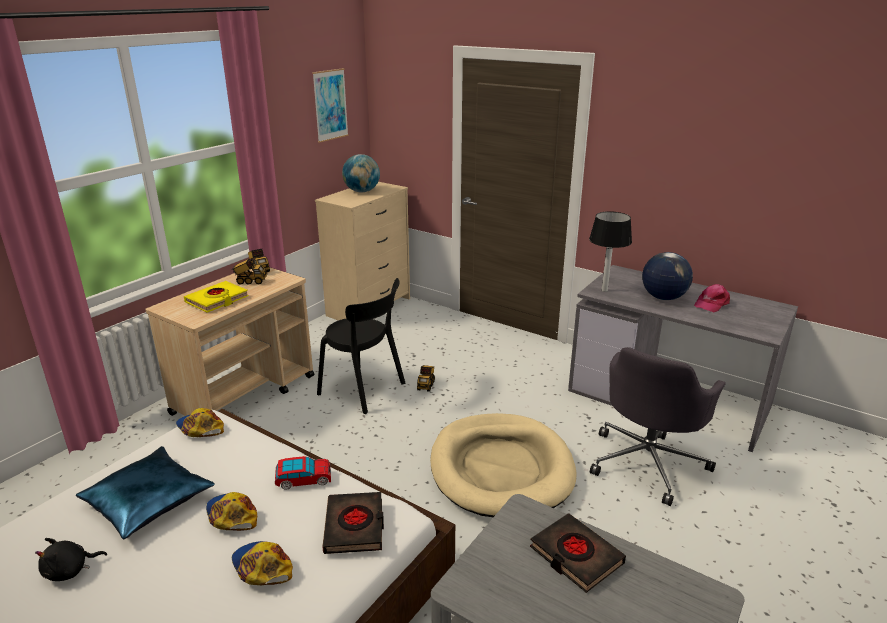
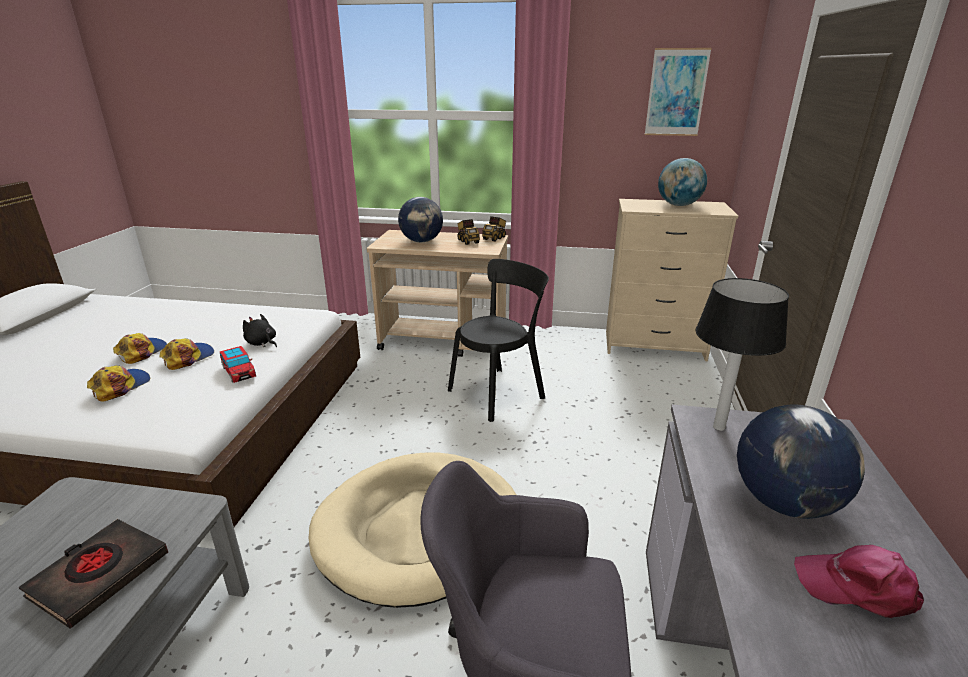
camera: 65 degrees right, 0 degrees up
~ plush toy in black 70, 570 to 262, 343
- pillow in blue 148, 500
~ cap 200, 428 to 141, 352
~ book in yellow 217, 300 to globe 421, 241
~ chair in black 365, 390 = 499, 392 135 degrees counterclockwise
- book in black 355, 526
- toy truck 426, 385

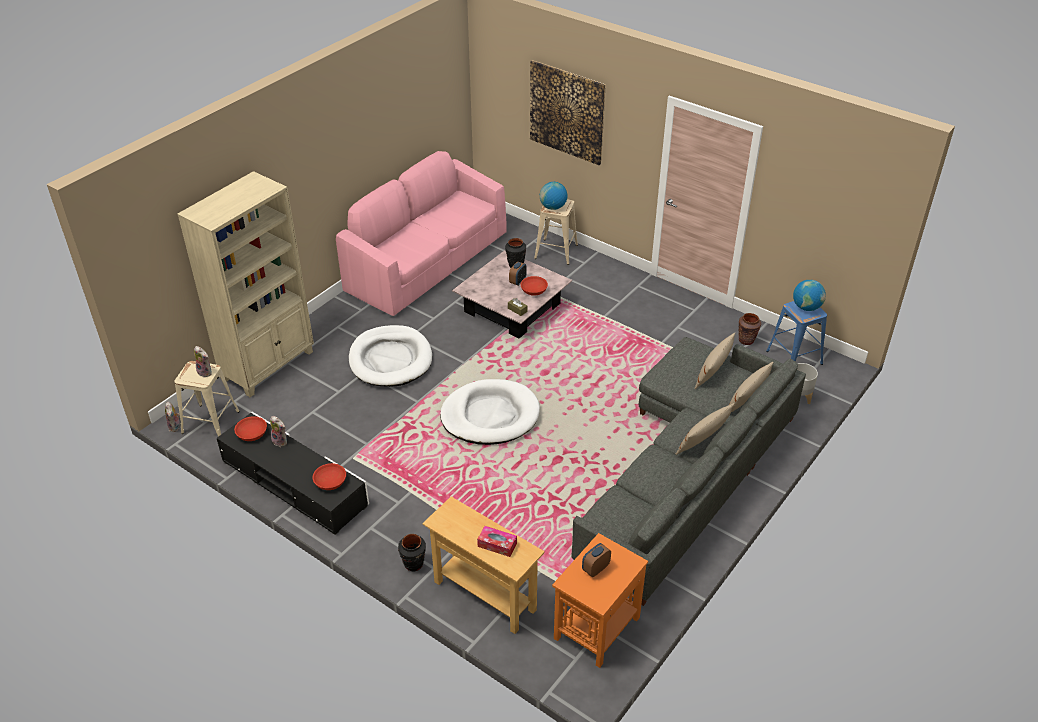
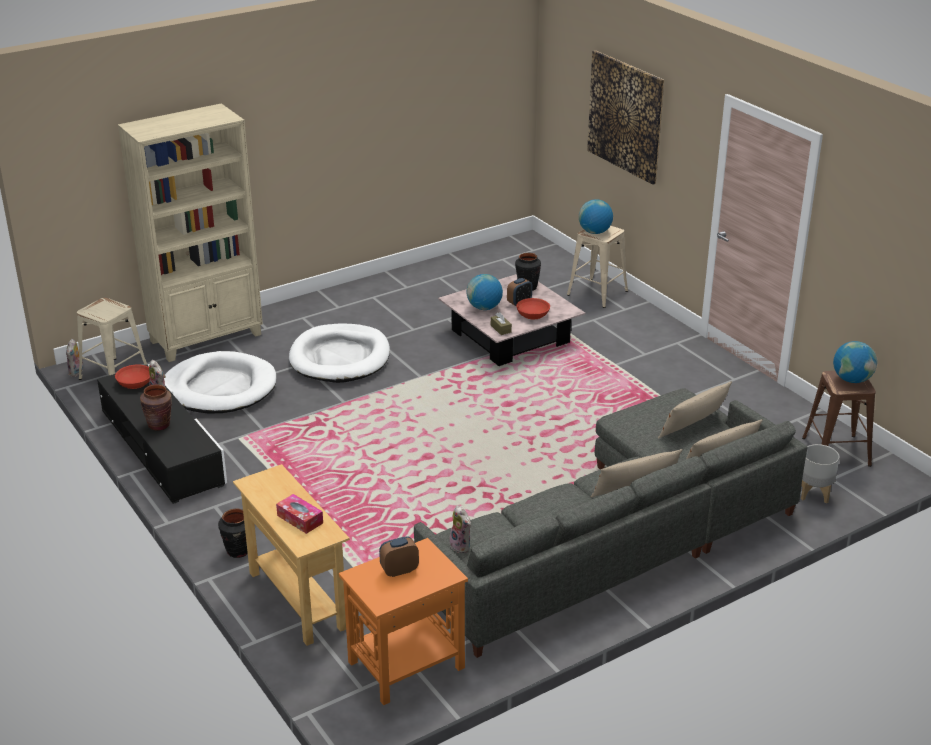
camera: 20 degrees right, 10 degrees down
~ plush toy 206, 372 to 462, 546
- bowl in red 330, 481
- sofa in pink 427, 263
~ dog bed in white 490, 416 to 219, 388
~ vase in brown 746, 340 to 159, 425
~ stool in blue 794, 357 to stool in brown 837, 451
+ globe 484, 308

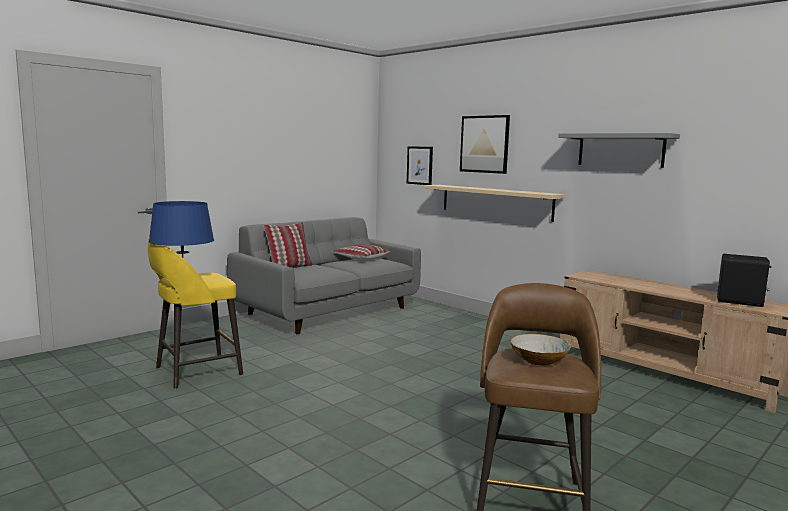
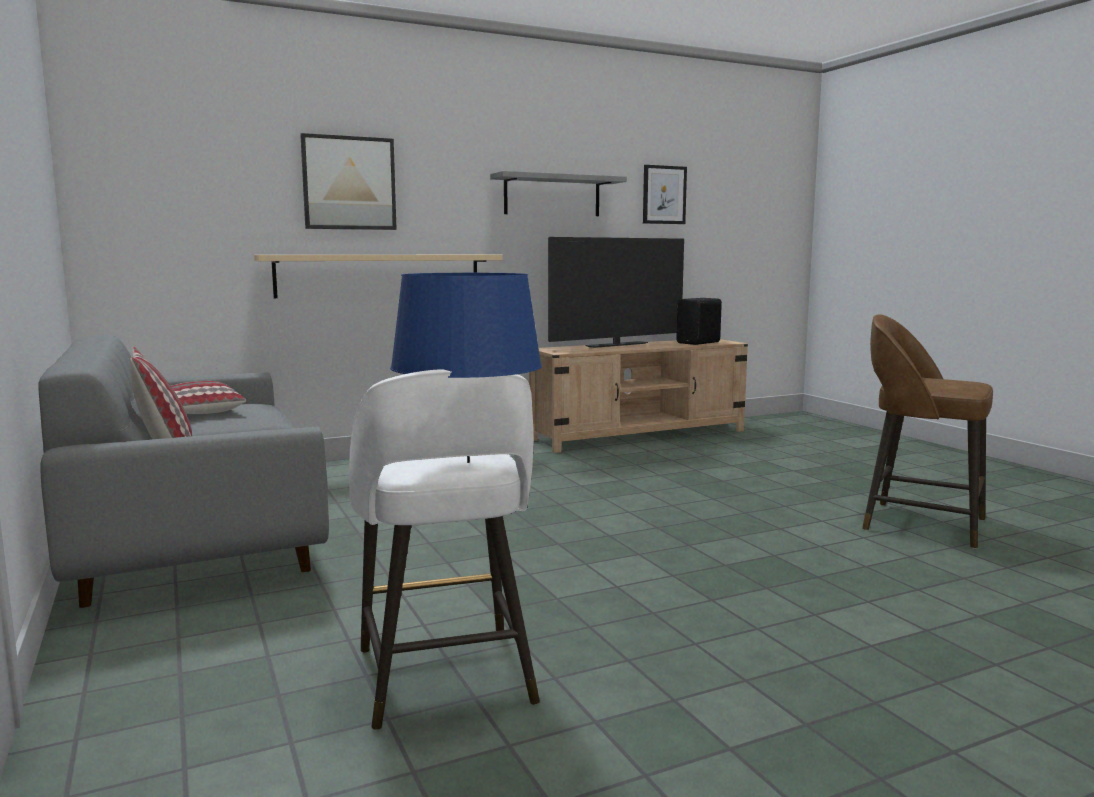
camera: 70 degrees left, 0 degrees up
~ stool in yellow 196, 371 to stool in white 445, 679
~ picture 420, 165 to 664, 195
- bowl 538, 361
+ television 617, 345

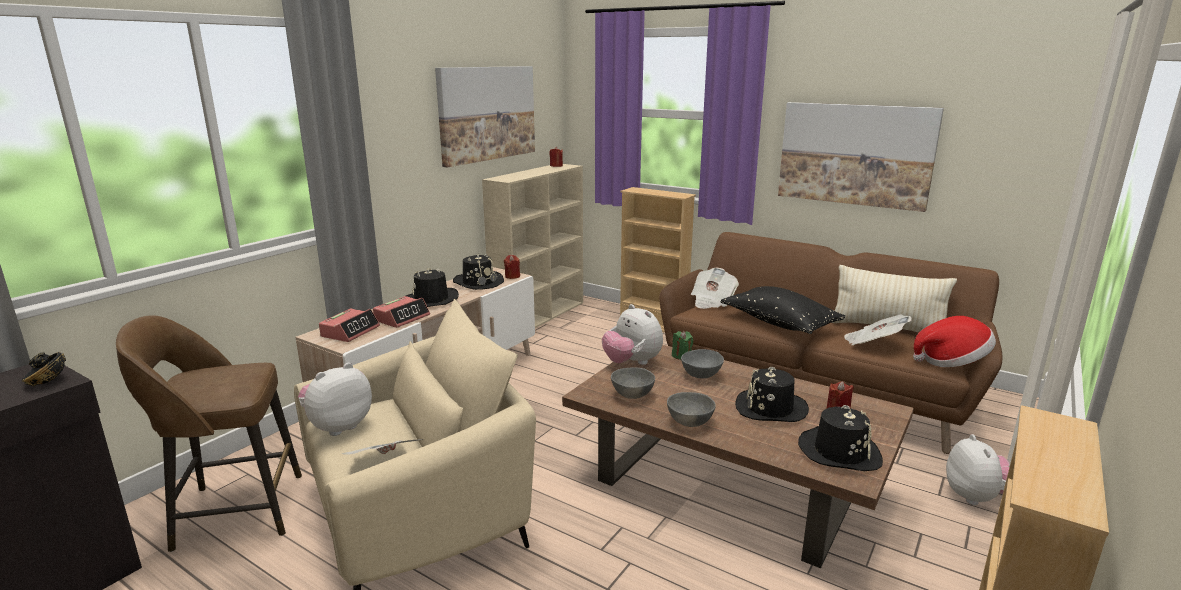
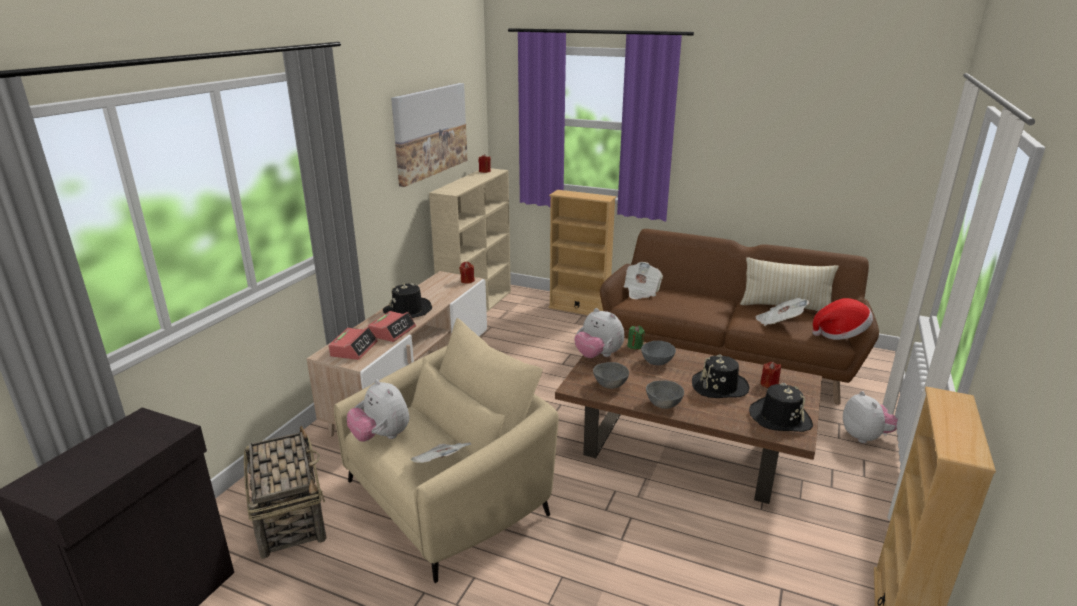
camera: 10 degrees left, 5 degrees up
- bowl in black 45, 378
~ stool in brown 235, 511 to basket 290, 515
~ plush toy 338, 426 = 381, 436 75 degrees counterclockwise
- hat in black 478, 282
- pillow in black 779, 323
- picture 855, 154

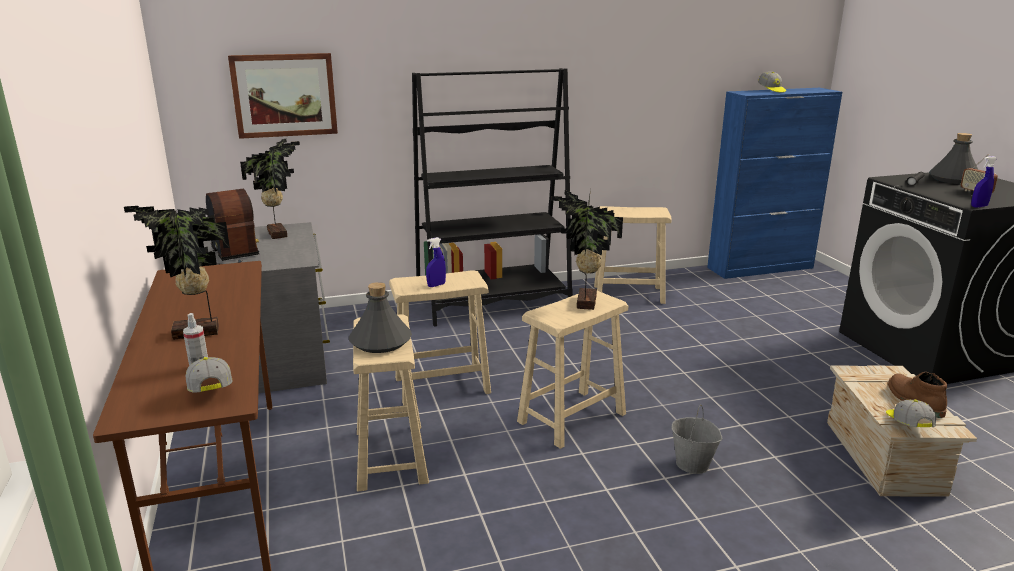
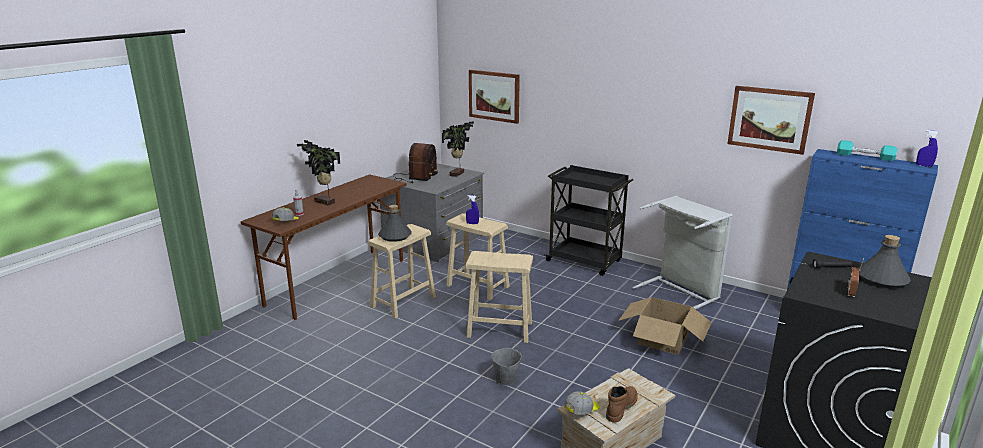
camera: 50 degrees right, 0 degrees up
~ bookcase in black 493, 304 to cart in black 585, 261
- potted plant 584, 302
~ stool in beige 628, 294 to laundry basket in grey 681, 291
~ cap 771, 90 to dumbbell in turquoise 865, 157
~ spray bottle in blue 979, 206 to 924, 165
+ cardboard box 662, 339
+ picture 769, 119

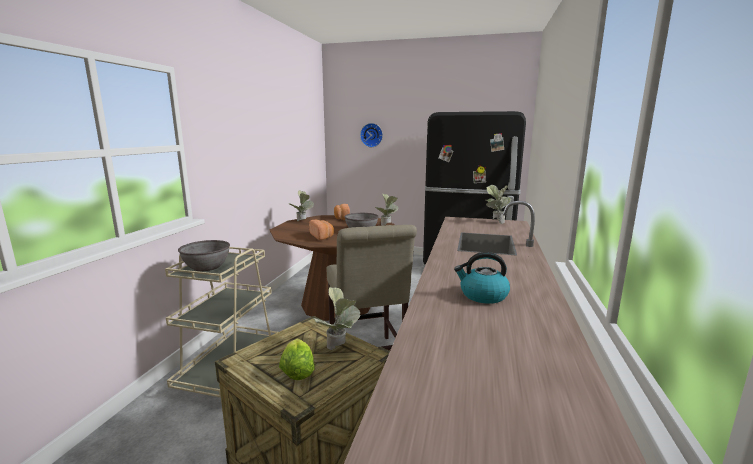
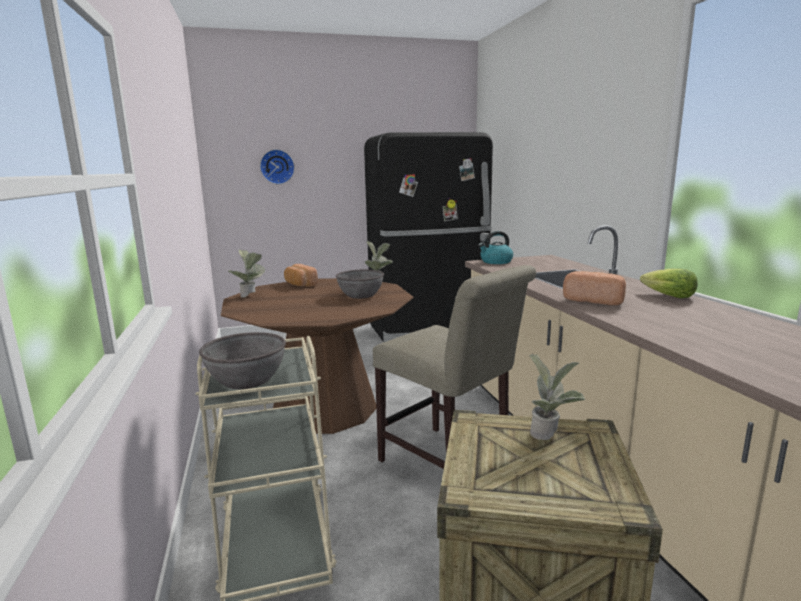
camera: 30 degrees left, 0 degrees up
~ lettuce 297, 370 to 668, 296
~ bread 322, 236 to 594, 300
~ kettle 482, 295 to 495, 262
- potted plant 495, 222

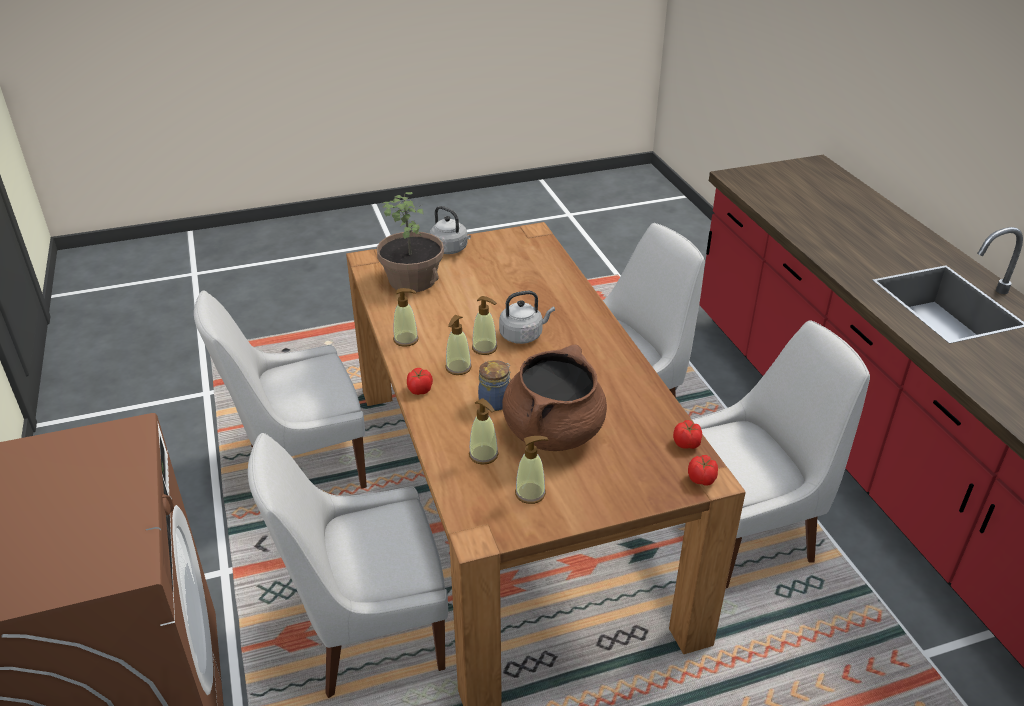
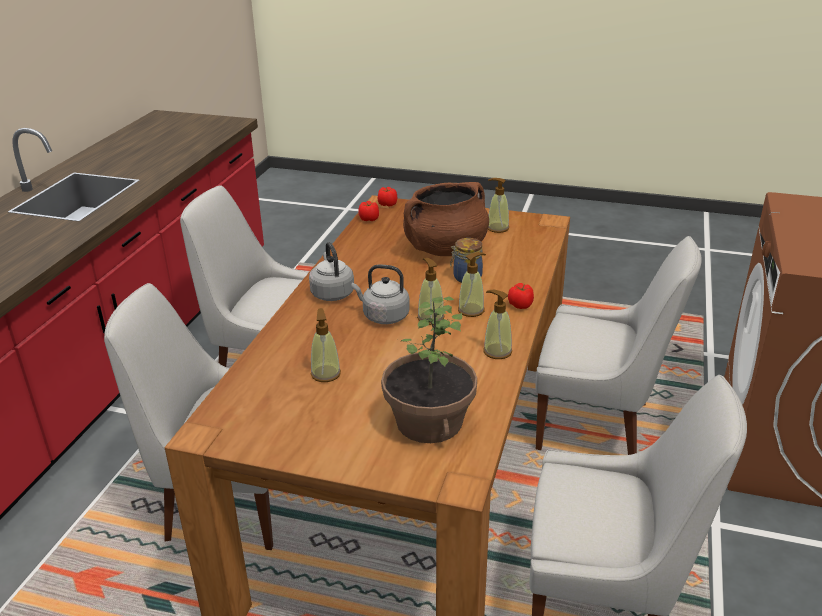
camera: 145 degrees left, 5 degrees down
~ kettle in grey 450, 249 to 332, 293
~ soap dispenser 483, 455 to 325, 374

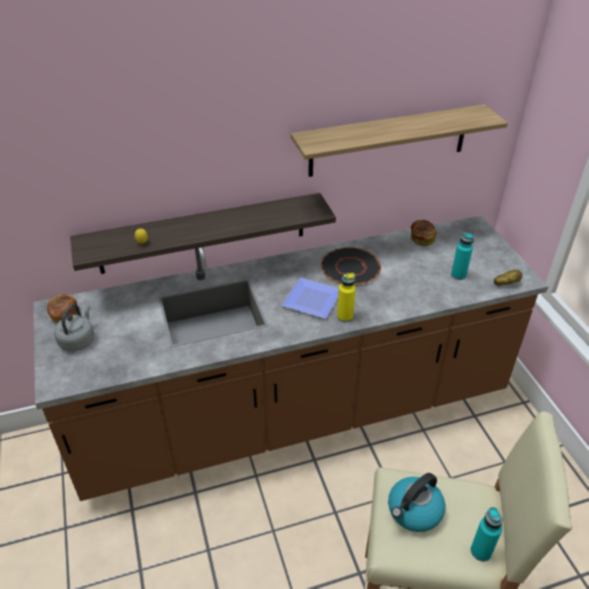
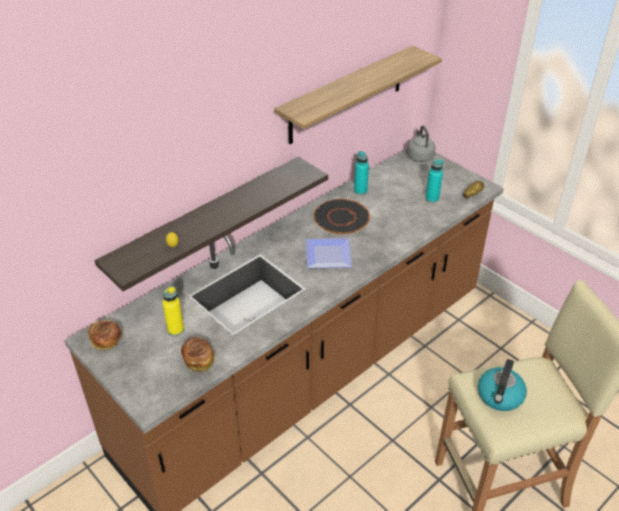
camera: 25 degrees left, 0 degrees up
~ kettle in grey 78, 340 to 420, 156
~ bottle in yellow 345, 317 to 175, 329
~ bread 422, 238 to 198, 360
~ bottle in turquoise 481, 551 to 360, 191

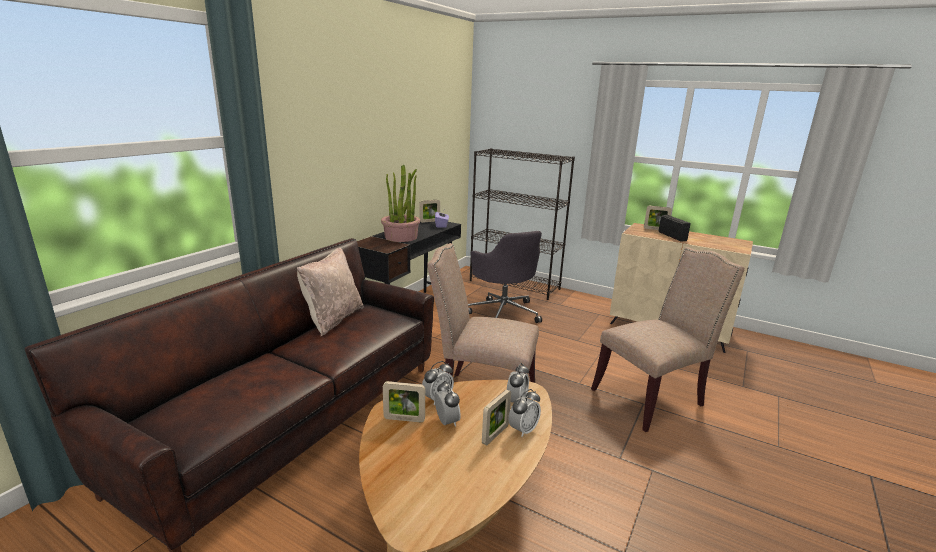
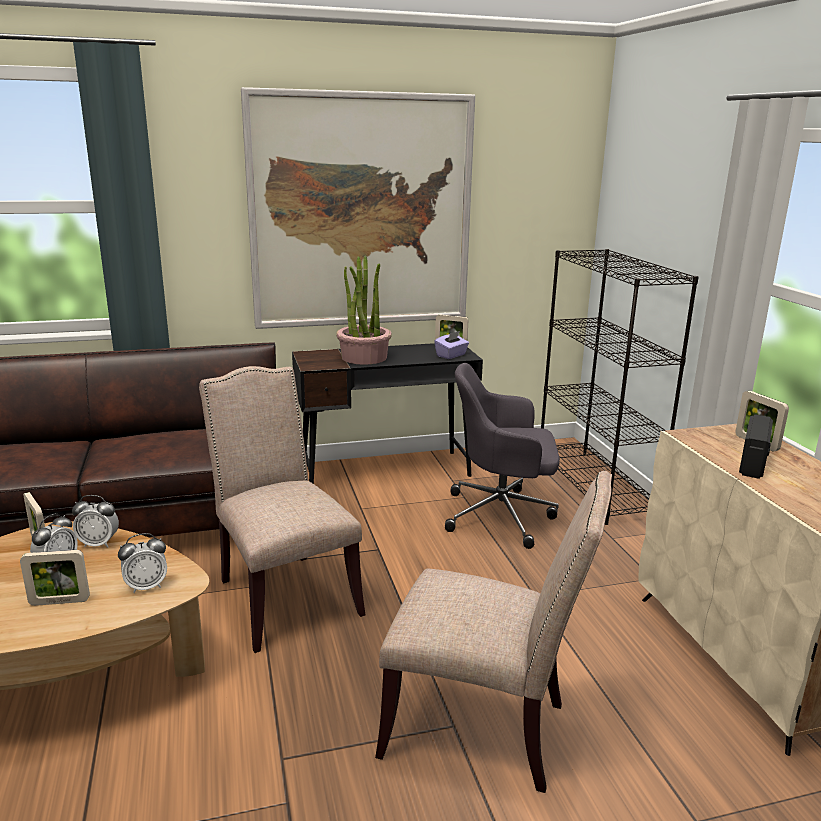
camera: 45 degrees right, 0 degrees up
- pillow in beige 333, 319
~ office chair in grey 503, 313 = 502, 515 75 degrees clockwise
- alarm clock 523, 430
+ picture 361, 212

